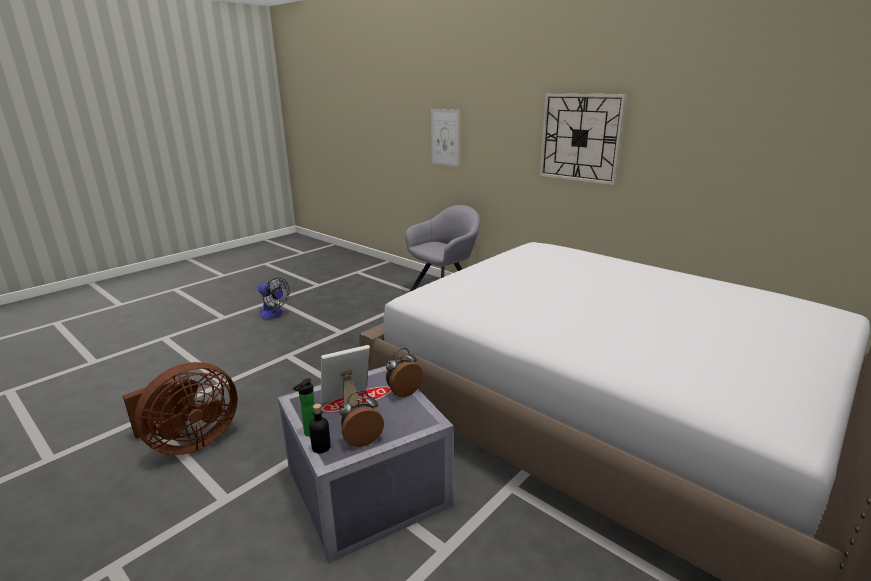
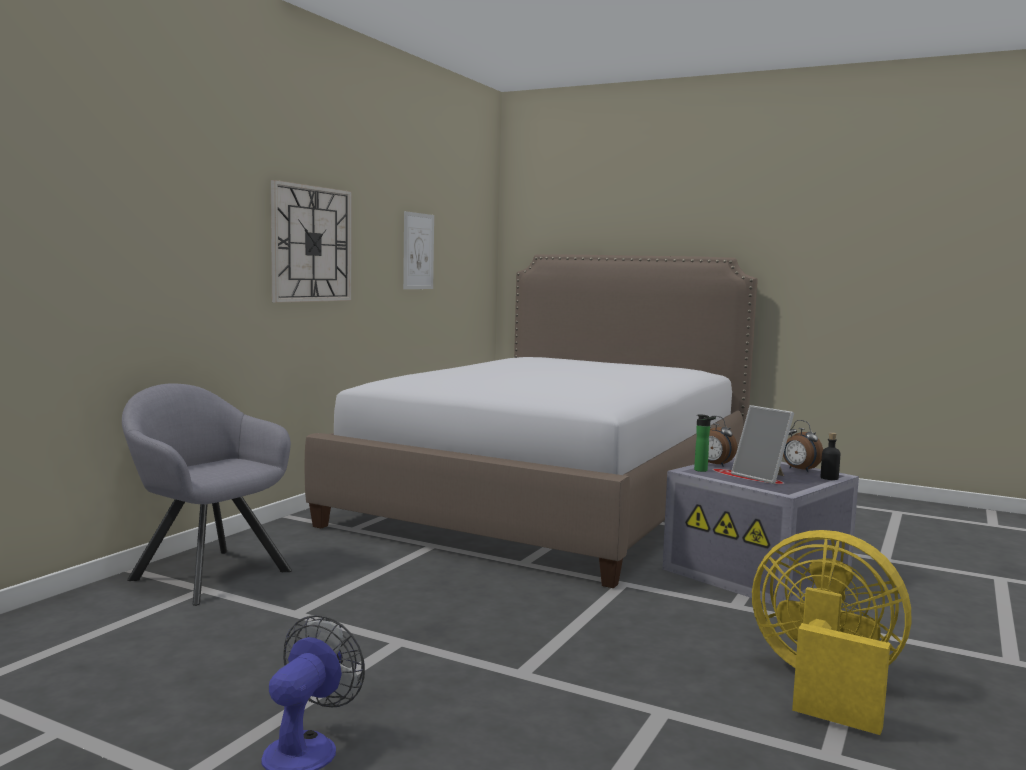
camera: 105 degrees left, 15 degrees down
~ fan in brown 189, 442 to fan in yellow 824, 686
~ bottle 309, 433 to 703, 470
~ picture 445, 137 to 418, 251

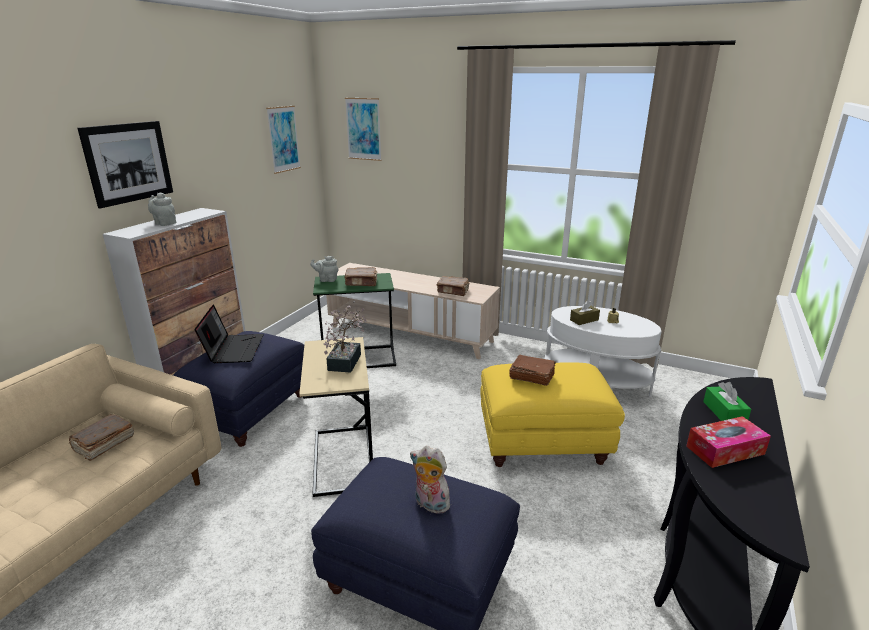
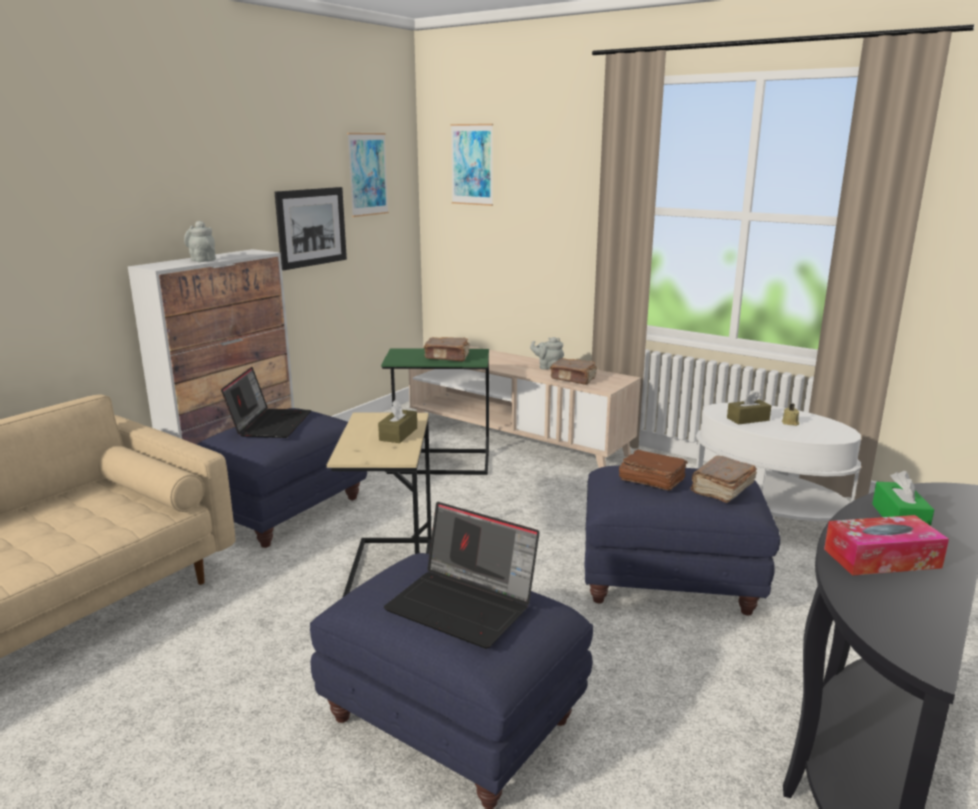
camera: 10 degrees right, 5 degrees down
~ book in brown 103, 444 to 721, 489
~ picture 128, 162 to 311, 227
~ teapot in grey 327, 280 to 548, 367
~ potted plant 346, 360 to tissue box in brown 398, 434
~ plush toy 430, 504 to laptop 464, 605
~ ottoman in yellow 544, 442 to ottoman in blue 670, 581

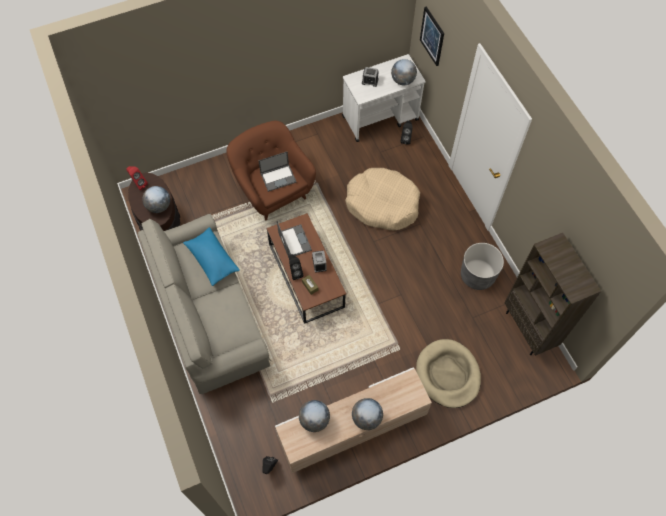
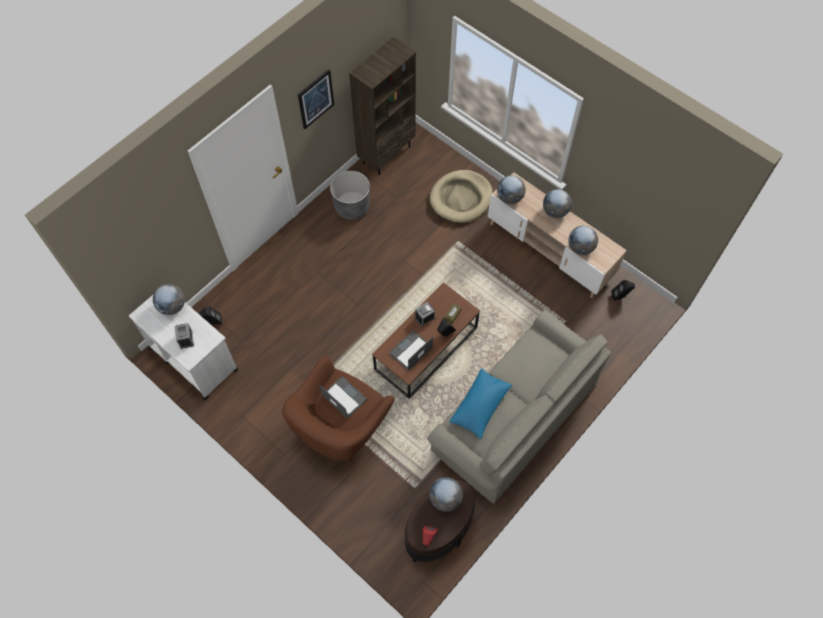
camera: 115 degrees left, 0 degrees up
- dog bed in beige 382, 204
~ picture 432, 36 to 315, 99
+ globe 510, 197

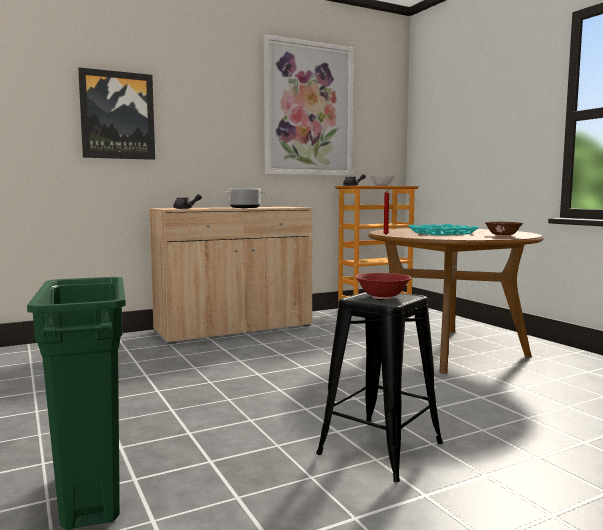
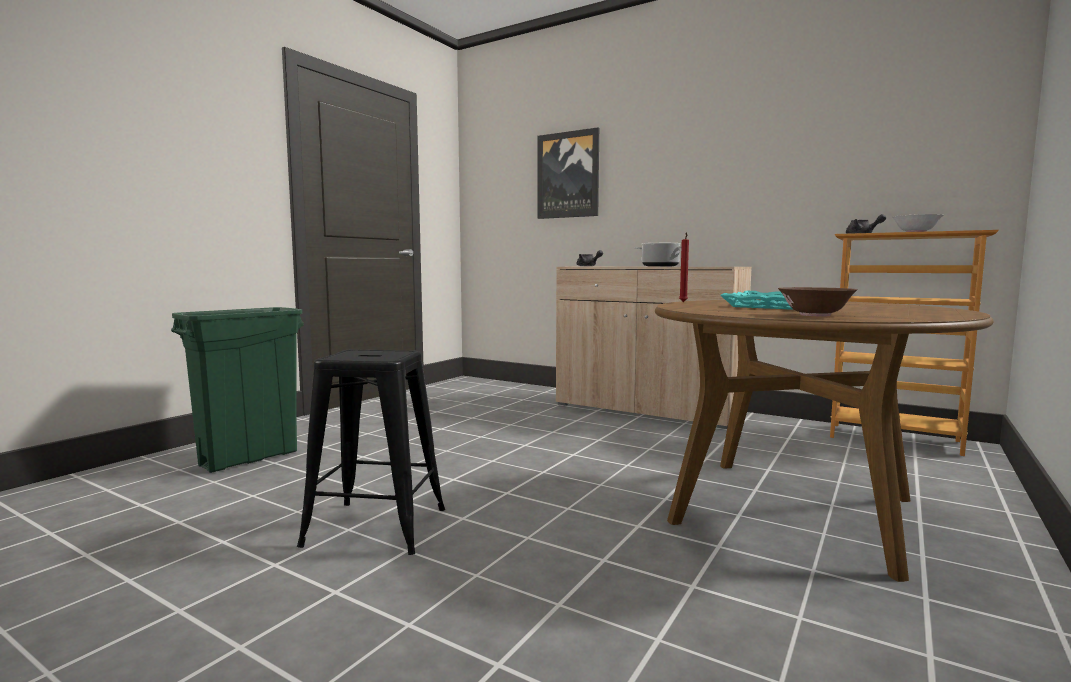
camera: 60 degrees right, 0 degrees up
- picture 308, 109
- bowl in red 382, 297

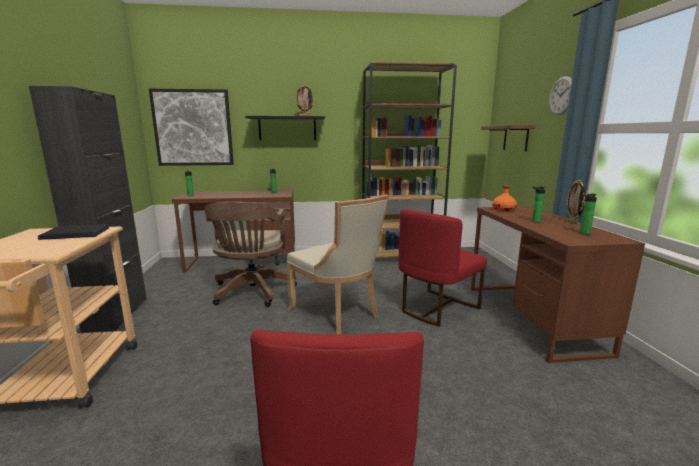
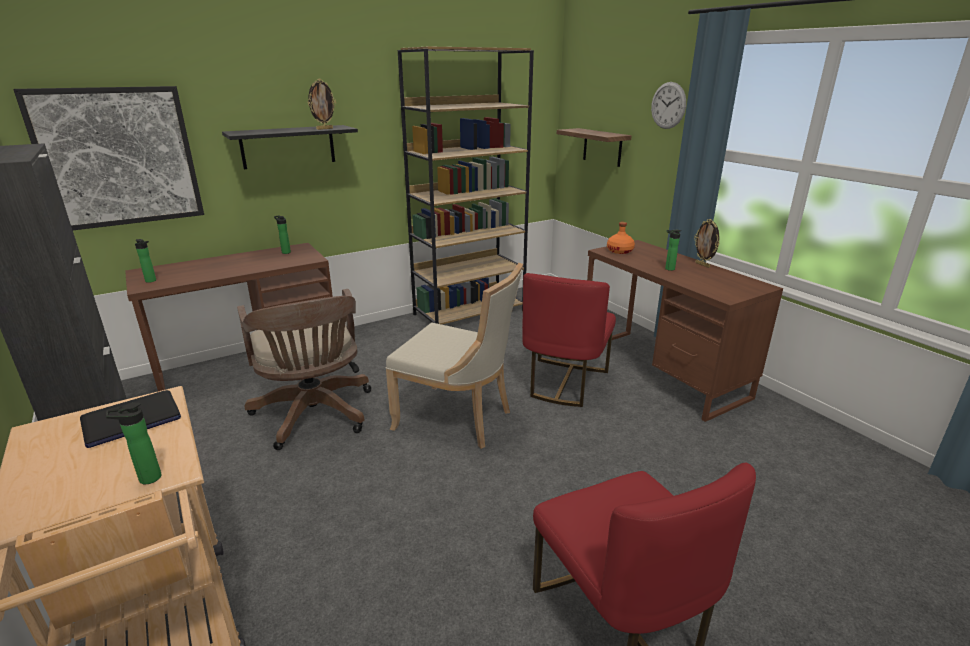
camera: 25 degrees left, 10 degrees up
~ bottle 583, 233 to 146, 479

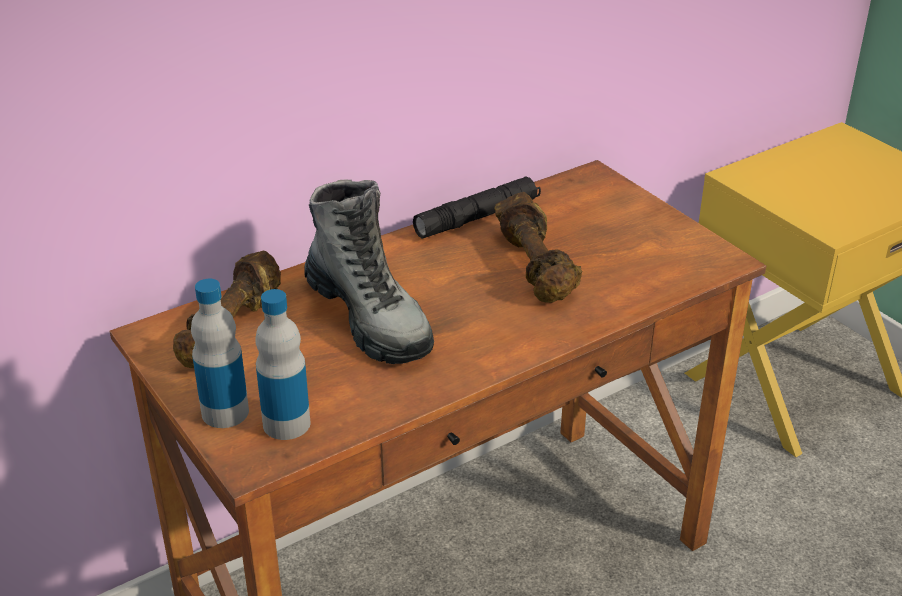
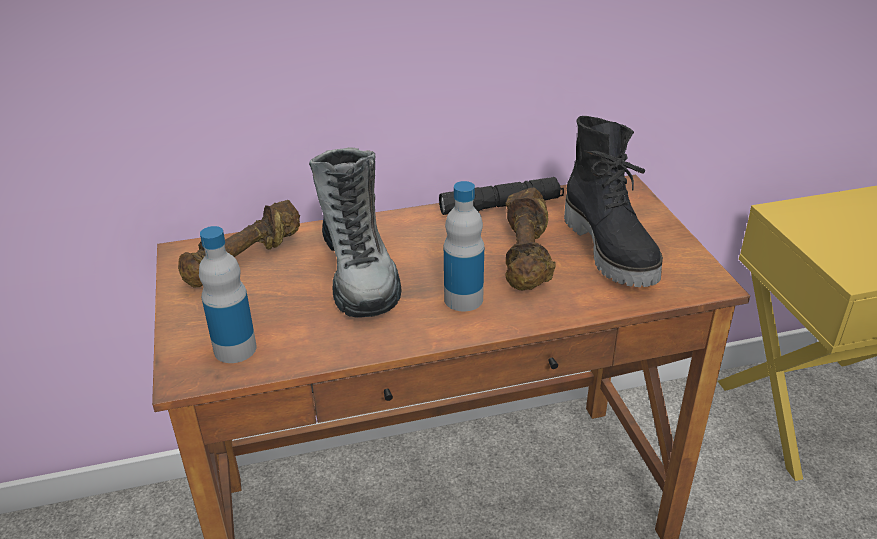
camera: 20 degrees right, 0 degrees up
~ bottle 225, 412 to 463, 299
+ boot in black 611, 250

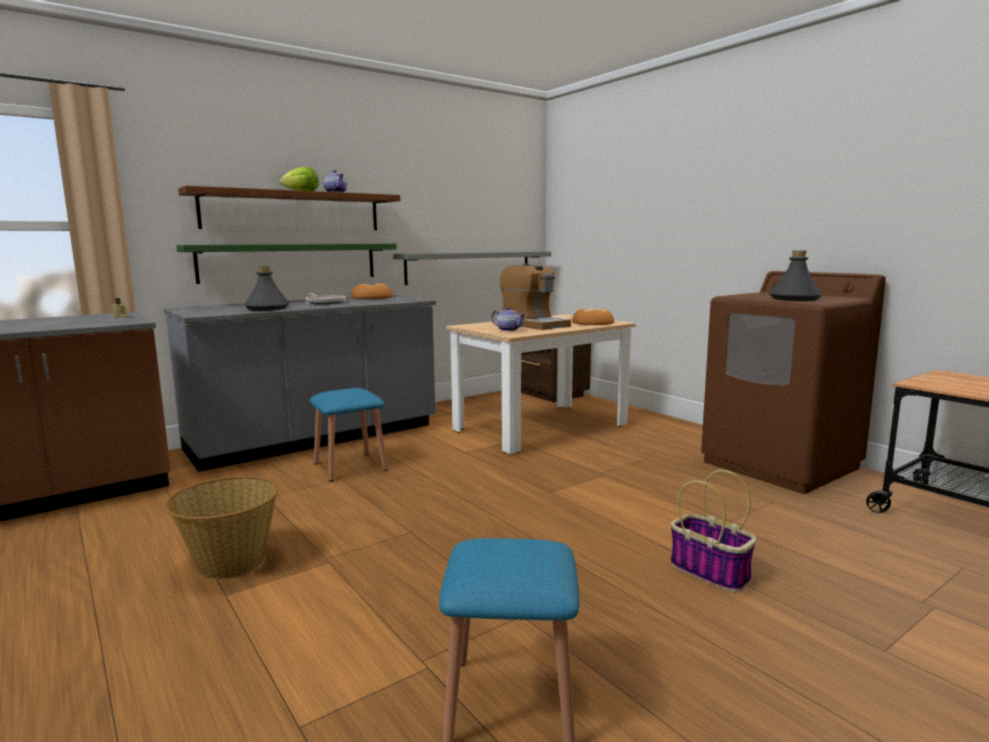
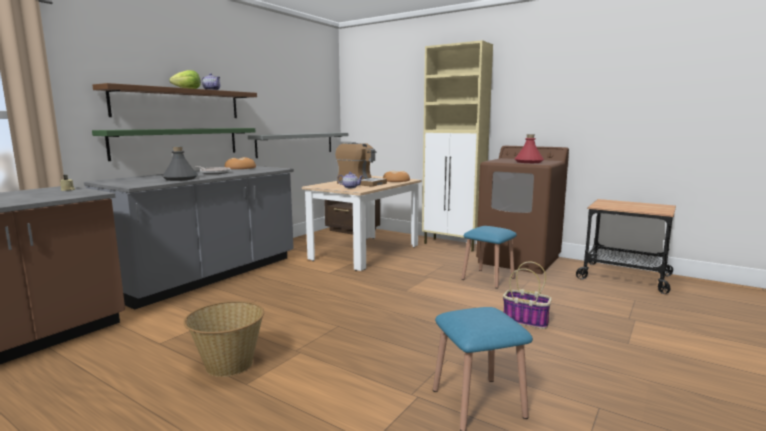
camera: 20 degrees left, 0 degrees up
~ stool in blue 350, 466 to 488, 278
~ bottle in grey 794, 299 to bottle in red 528, 162
+ cabinet in beige 453, 245

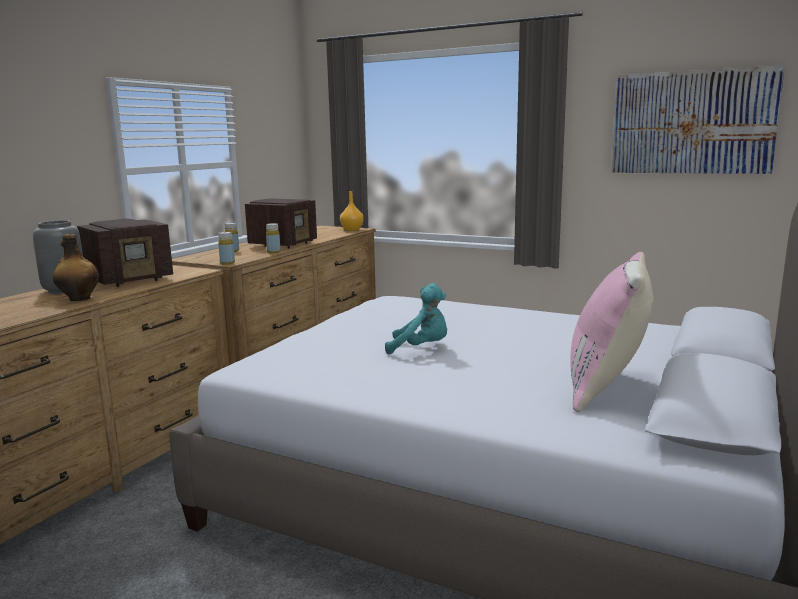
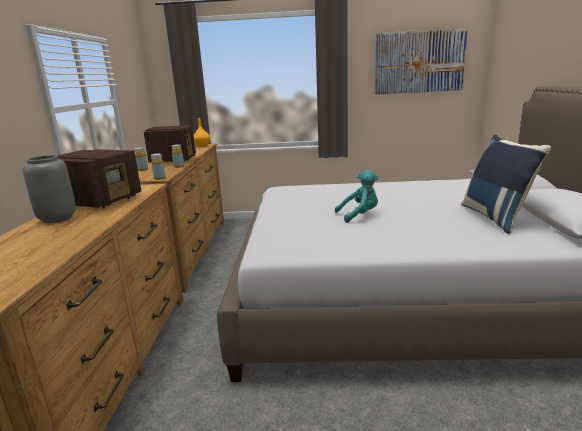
camera: 25 degrees left, 5 degrees up
- bottle 79, 299
~ pillow in pink 607, 387 to pillow in blue 496, 217

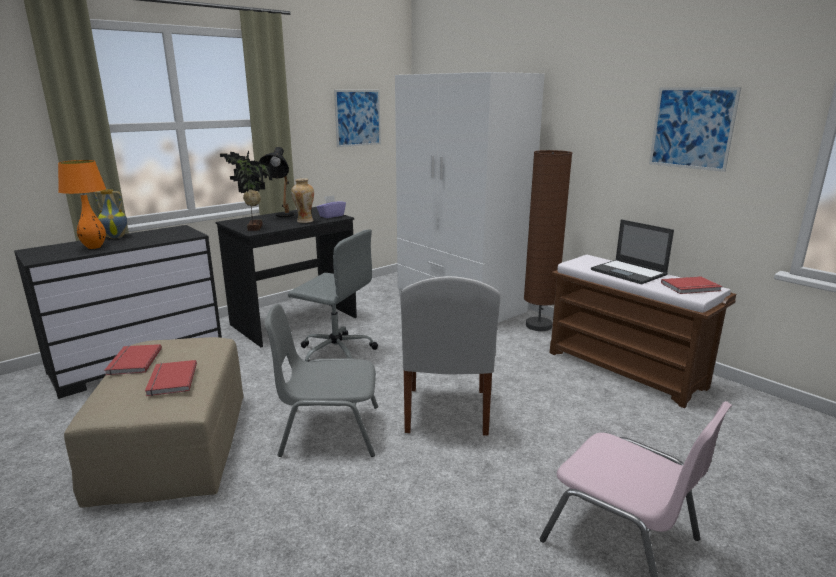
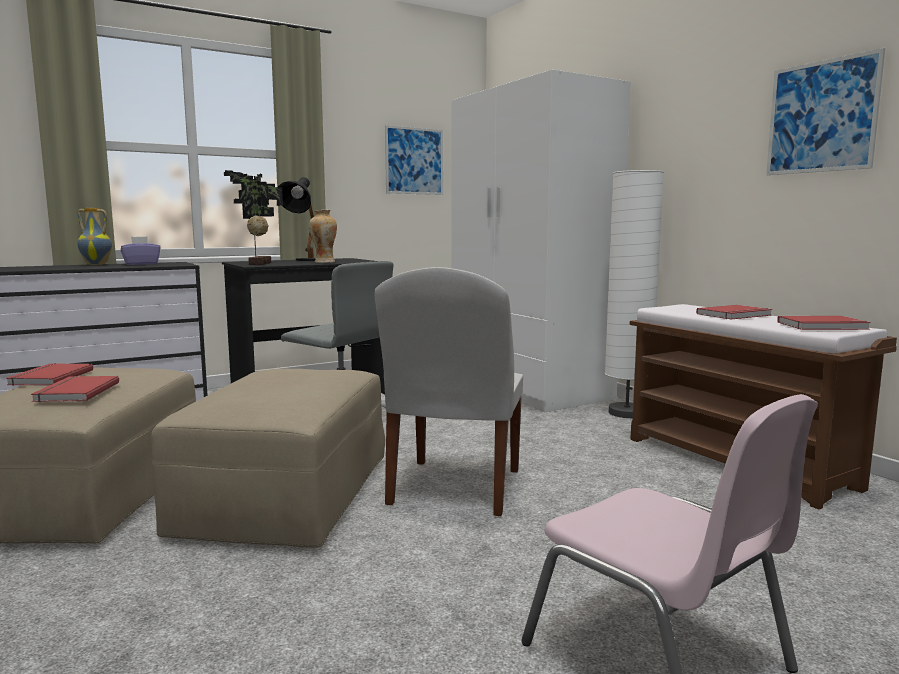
camera: 10 degrees right, 10 degrees down
- table lamp in orange 94, 247
~ chair in grey 329, 431 to ottoman in beige 286, 495
~ tissue box in purple 331, 216 to 141, 264
~ floor lamp in brown 538, 326 to floor lamp in white 626, 413
~ laptop 629, 272 to book in red 735, 315

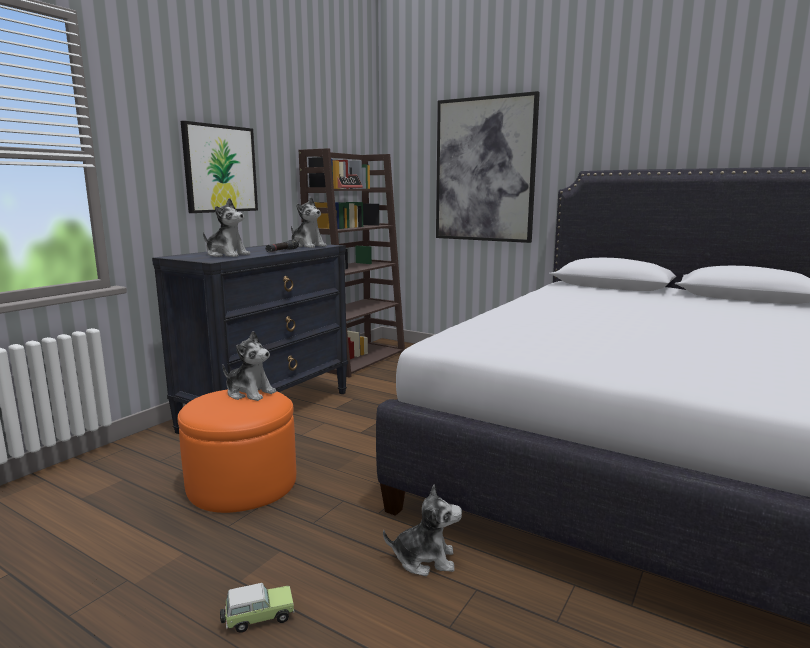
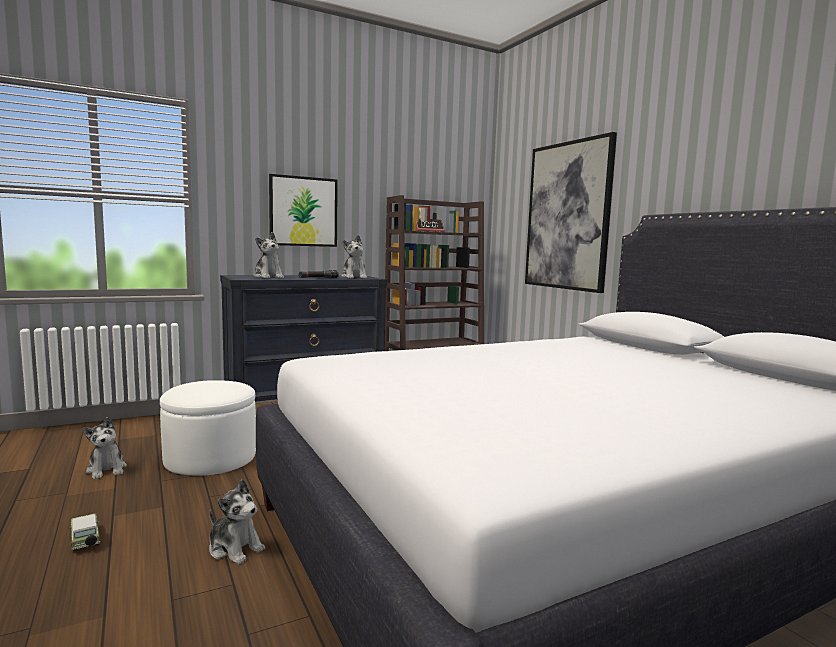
camera: 30 degrees right, 5 degrees down
~ ottoman in orange 242, 484 to ottoman in white 210, 457
~ toy car 257, 618 = 85, 541 135 degrees counterclockwise
~ plush toy 249, 393 to 107, 469

